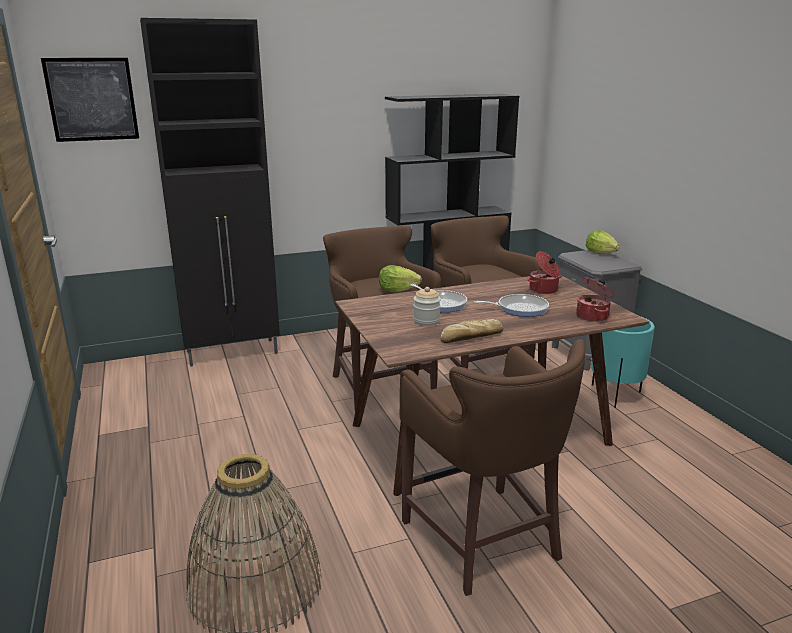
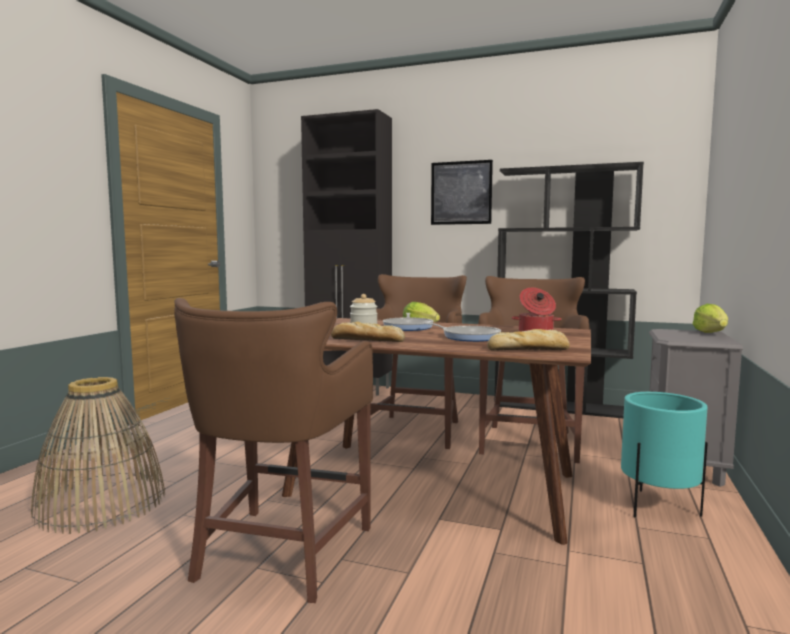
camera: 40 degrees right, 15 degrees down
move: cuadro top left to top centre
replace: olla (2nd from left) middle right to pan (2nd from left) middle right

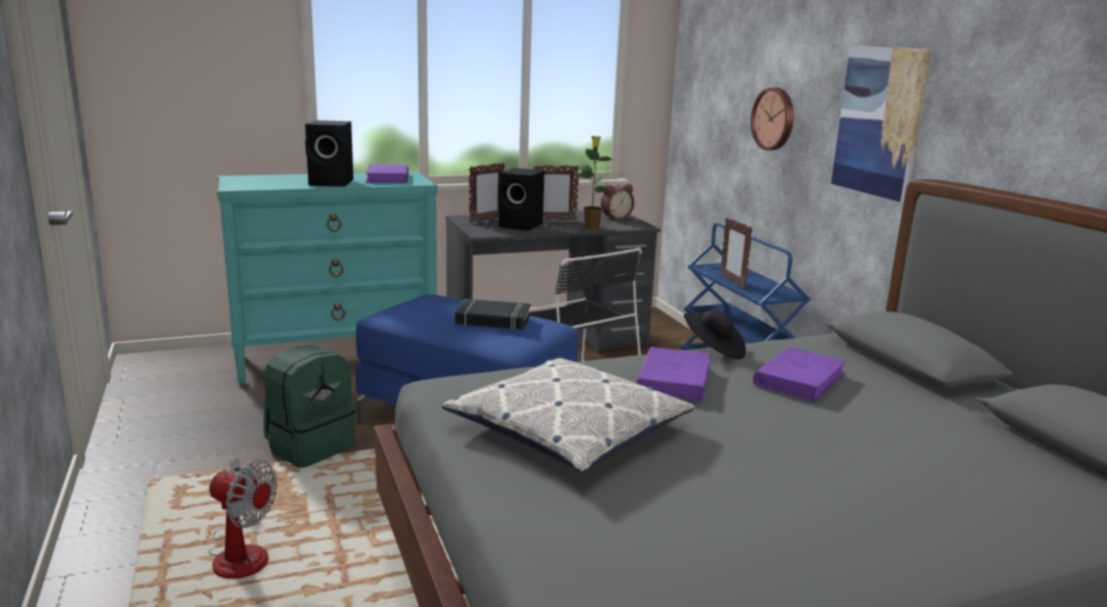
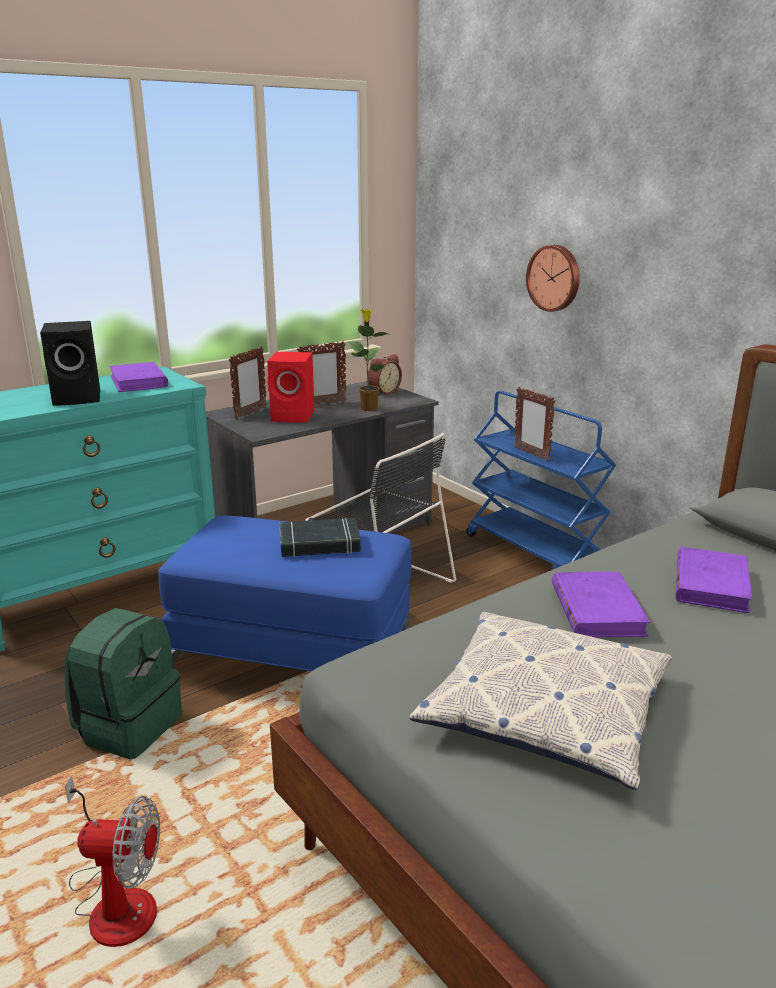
camera: 15 degrees left, 5 degrees up
delete: sombrero (negro) centre; cuadro top right
recolor: altavoz (negro) (2nd from left) top centre to altavoz (rojo) centre

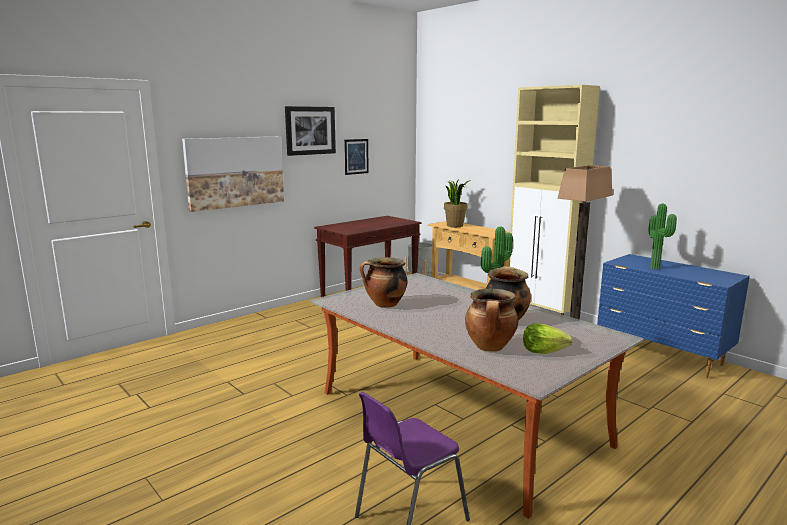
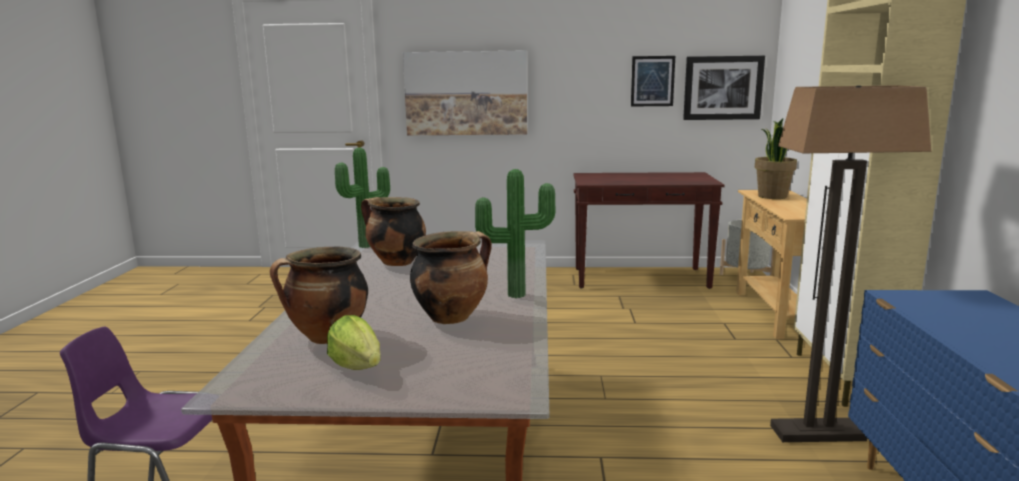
camera: 45 degrees right, 0 degrees up
move: cuadro (2nd from left in the first image) top centre to cuadro (3rd from left) top right; planta en maceta (3rd from left in the first image) middle right to planta en maceta (1st from left) centre

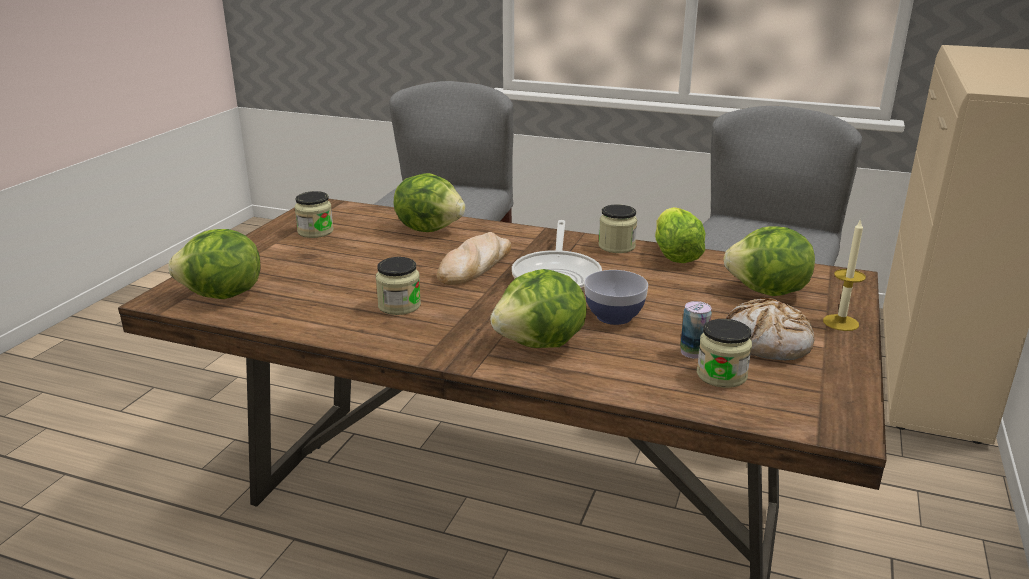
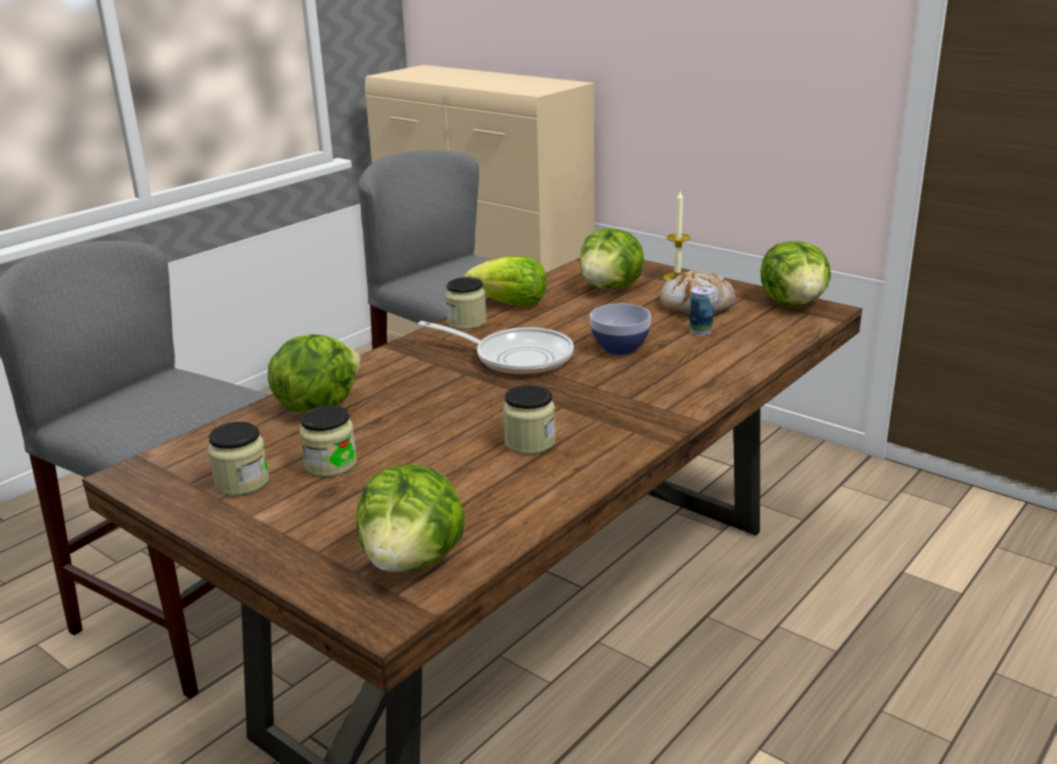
camera: 70 degrees left, 0 degrees up
delete: pan (1st from left) centre
move: lechuga (3rd from left in the first image) centre to lechuga (5th from left) middle right; tarro (4th from left in the first image) middle right to tarro (2nd from left) middle left

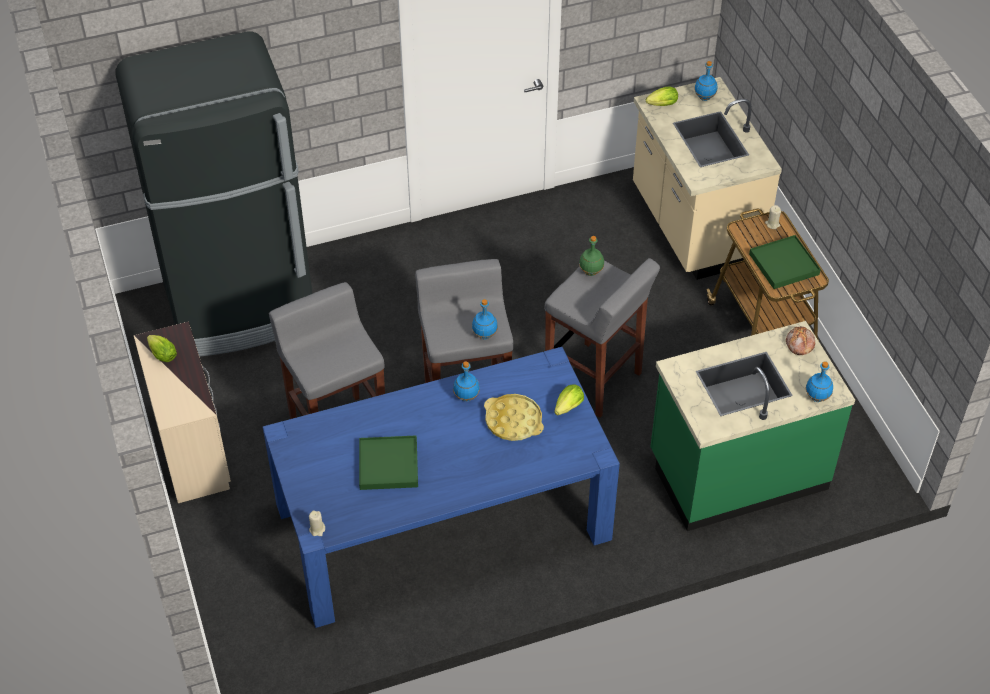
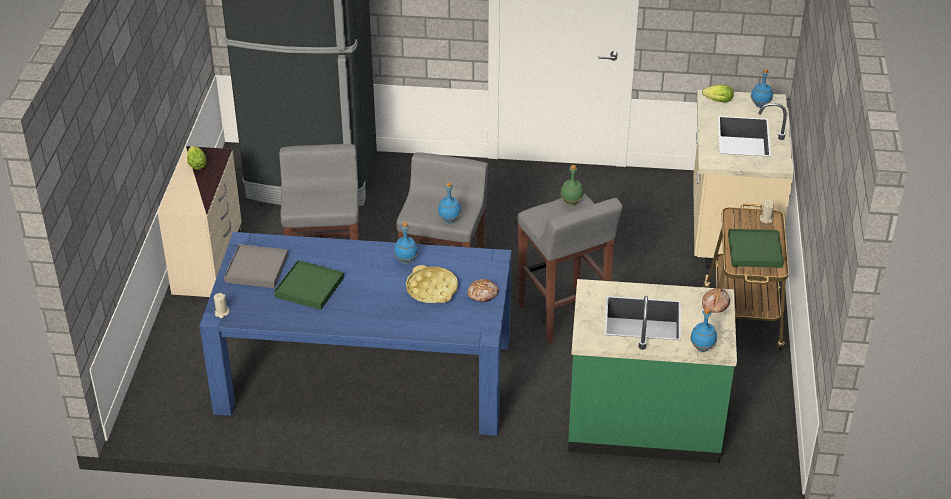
camera: 25 degrees right, 10 degrees down
insert: bandeja (gris) middle left
replace: lechuga (2nd from left) centre to pan (1st from left) centre

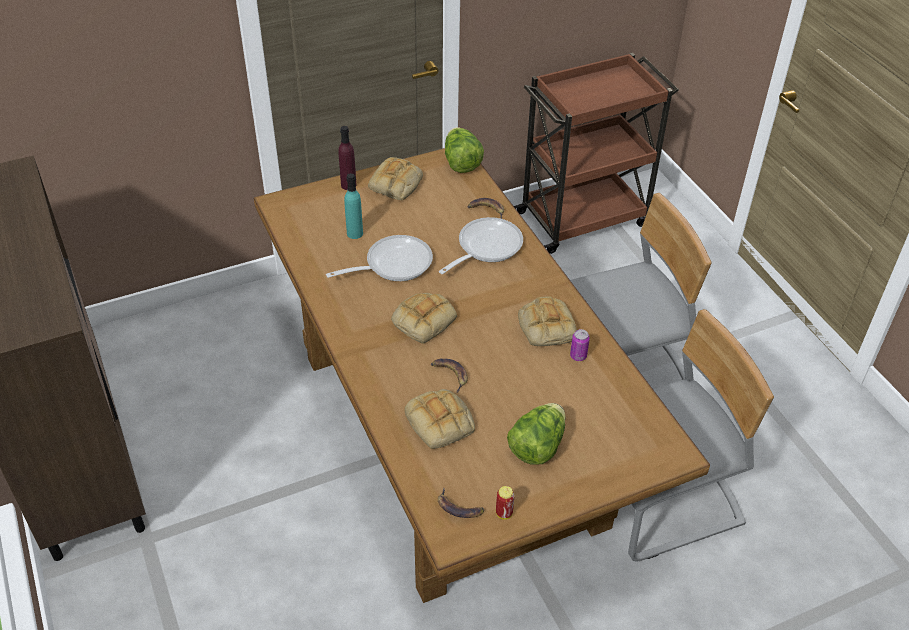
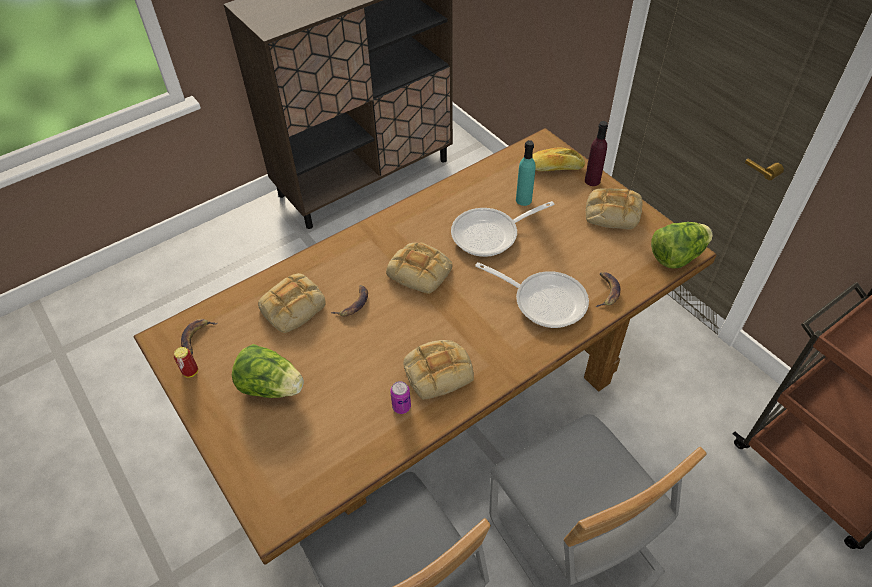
camera: 80 degrees right, 5 degrees up
insert: pan (4th from left) top centre
rotate: sartén (1st from left) centre = centre 105 degrees clockwise

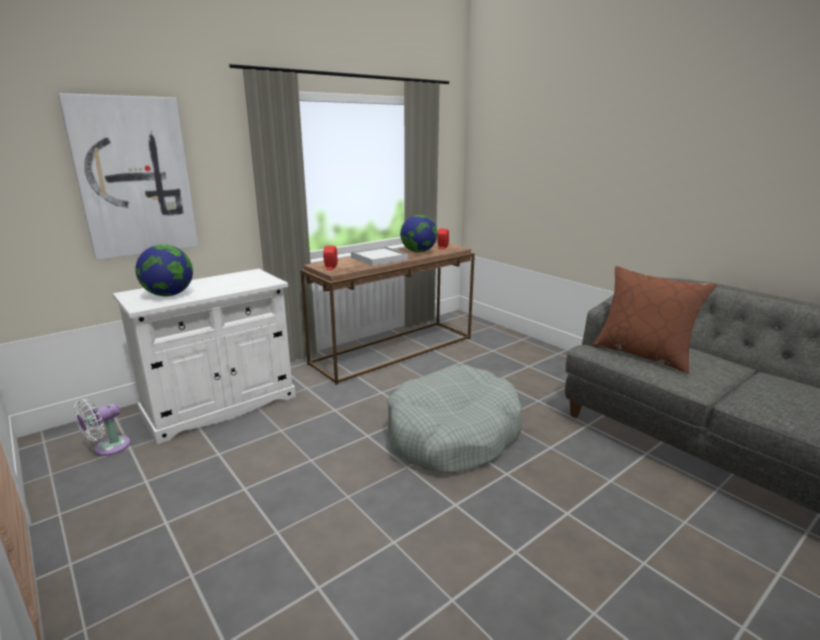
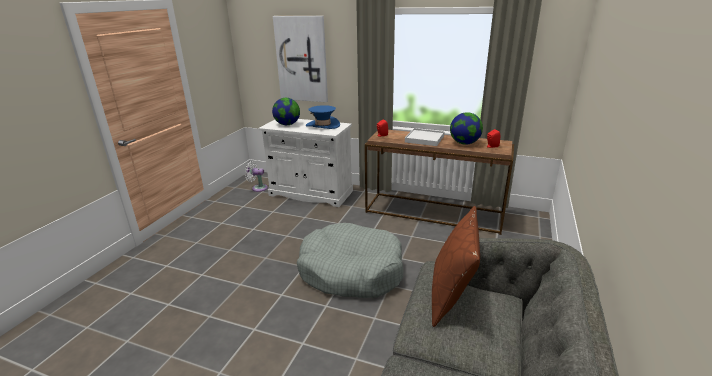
camera: 60 degrees right, 5 degrees up
insert: sombrero (azul) top centre

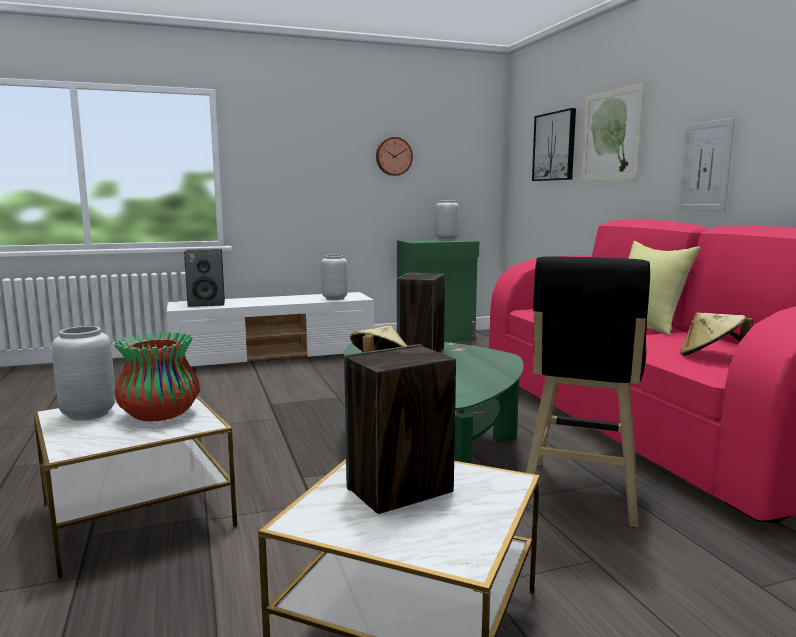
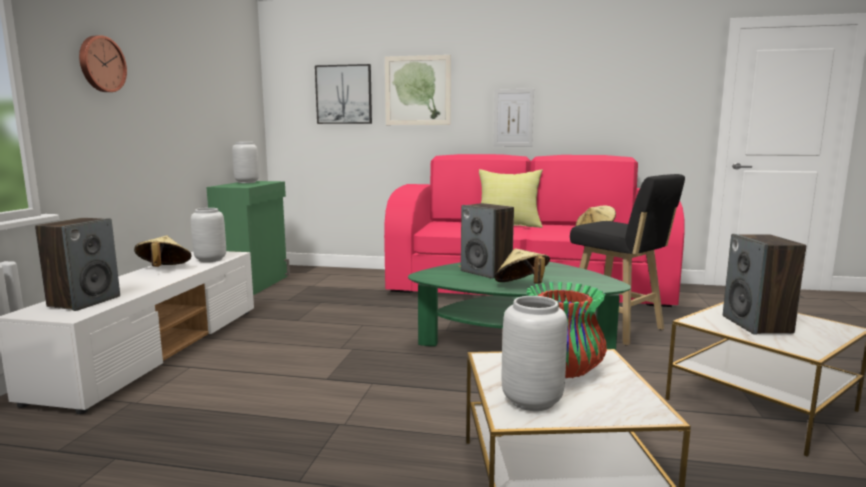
camera: 60 degrees left, 0 degrees up
insert: sombrero (beis) (1st from left) middle left
move: reloj de pared top centre to top left

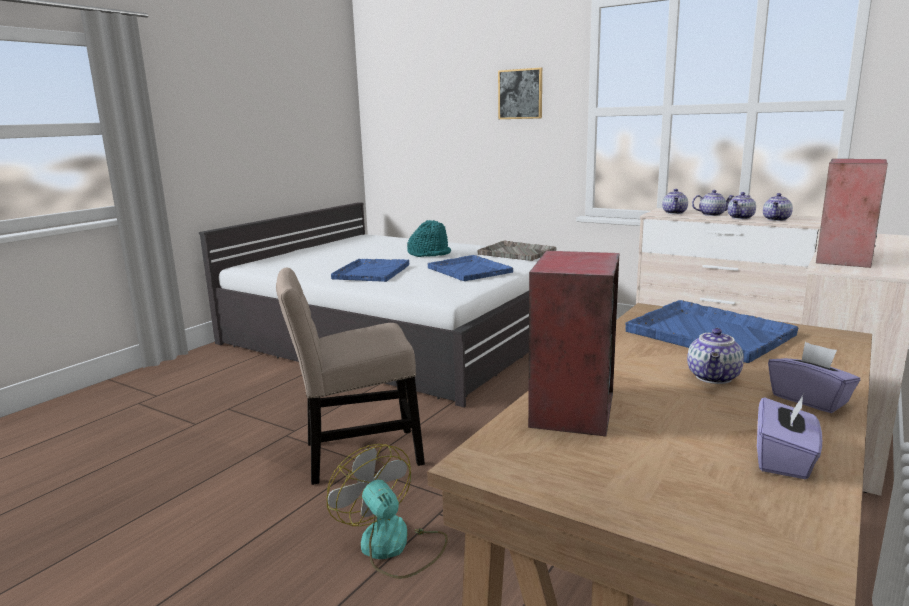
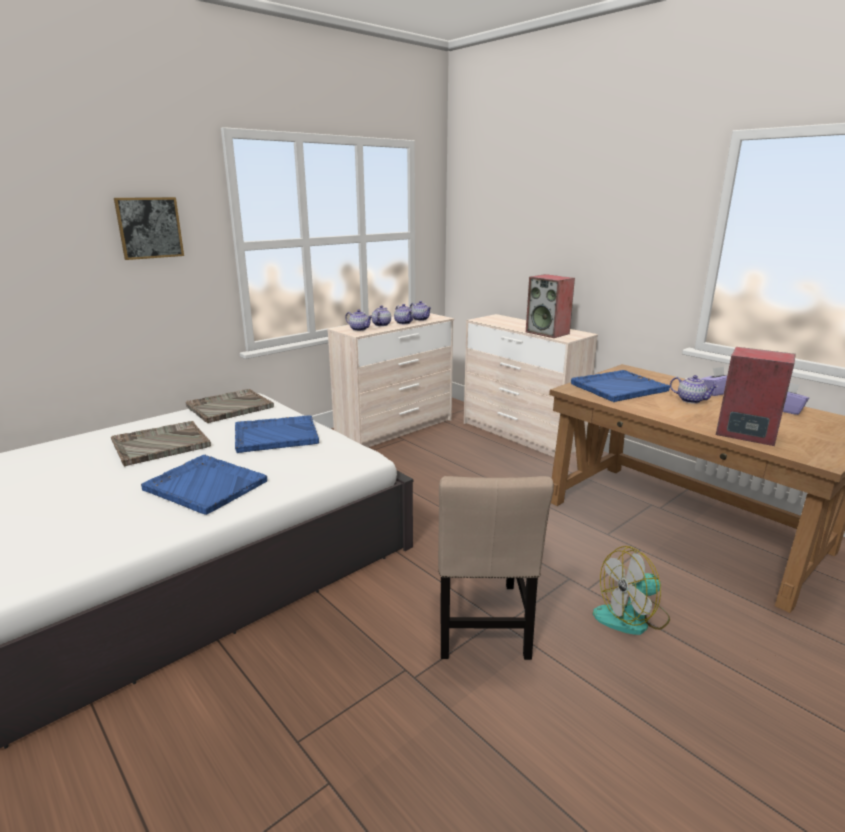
camera: 75 degrees left, 5 degrees up
replace: sombrero (turquesa) centre to bandeja (gris) (1st from left) middle left

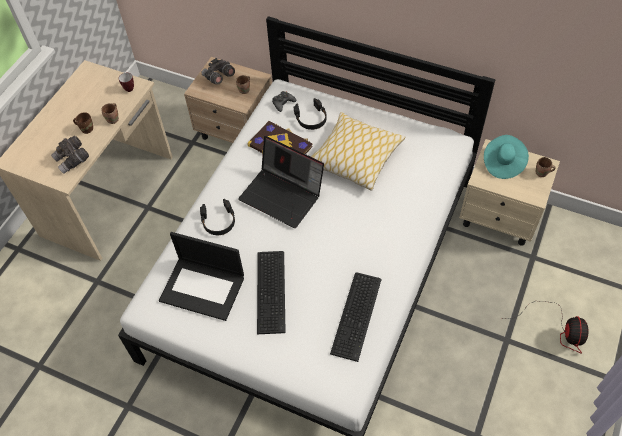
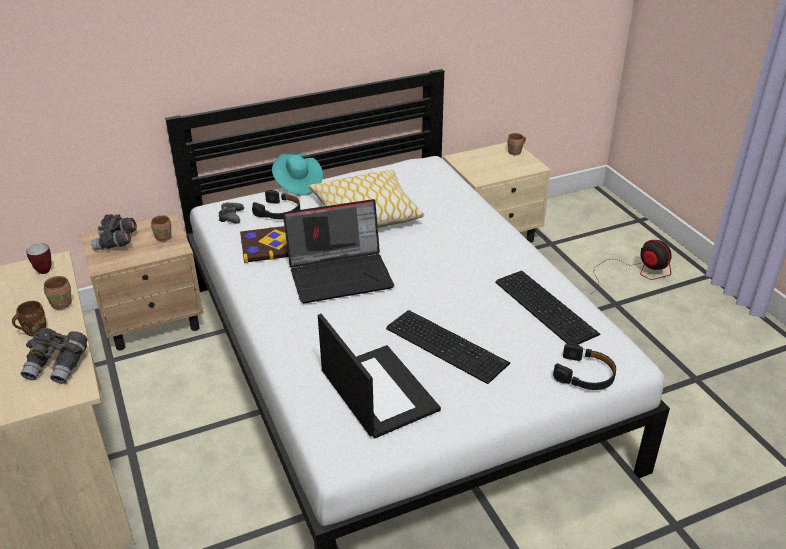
camera: 50 degrees left, 20 degrees down
move: auriculares (negro) (1st from left in the first image) centre to auriculares (negro) (2nd from left) bottom right; sombrero (turquesa) middle right to top centre
rotate: portátil (1st from left in the first image) middle left = bottom centre 90 degrees counterclockwise

